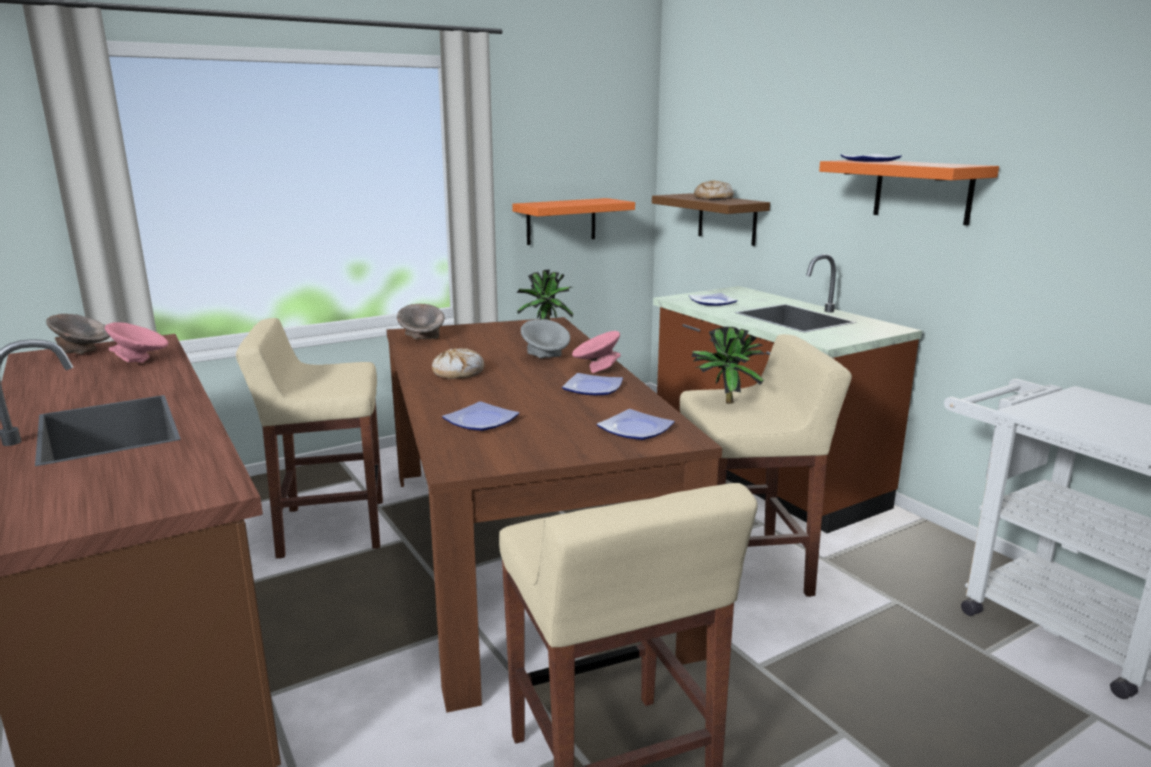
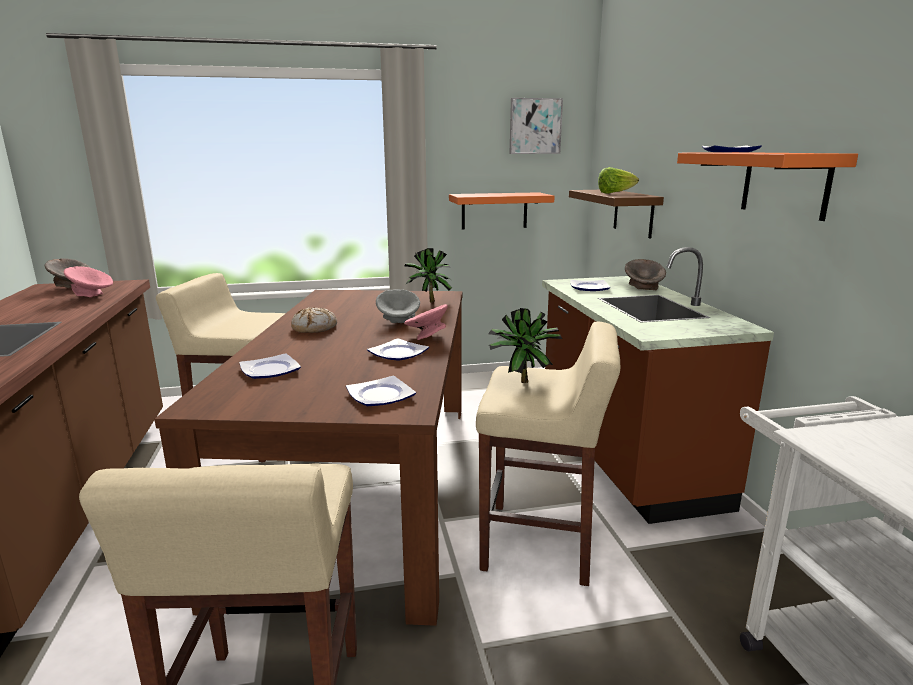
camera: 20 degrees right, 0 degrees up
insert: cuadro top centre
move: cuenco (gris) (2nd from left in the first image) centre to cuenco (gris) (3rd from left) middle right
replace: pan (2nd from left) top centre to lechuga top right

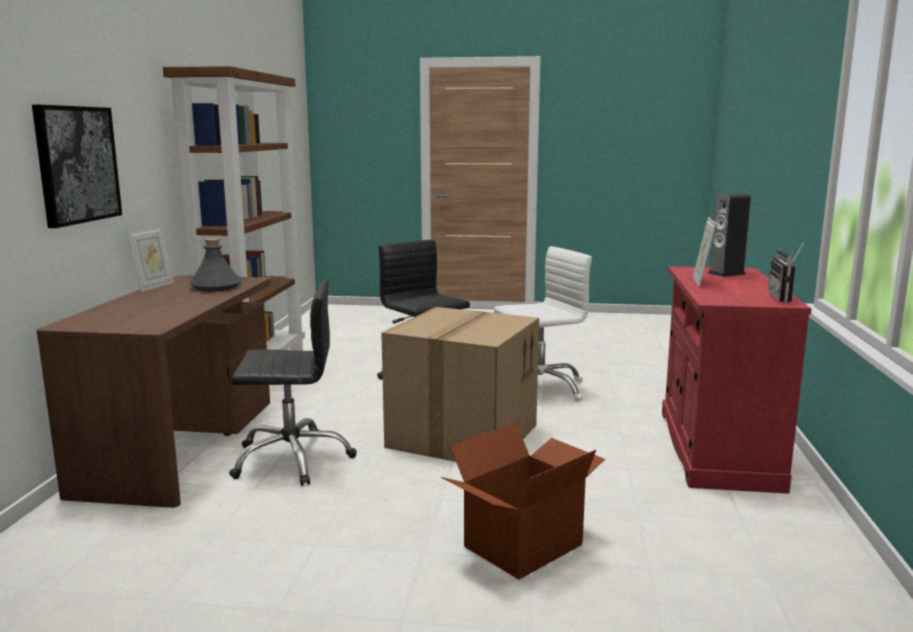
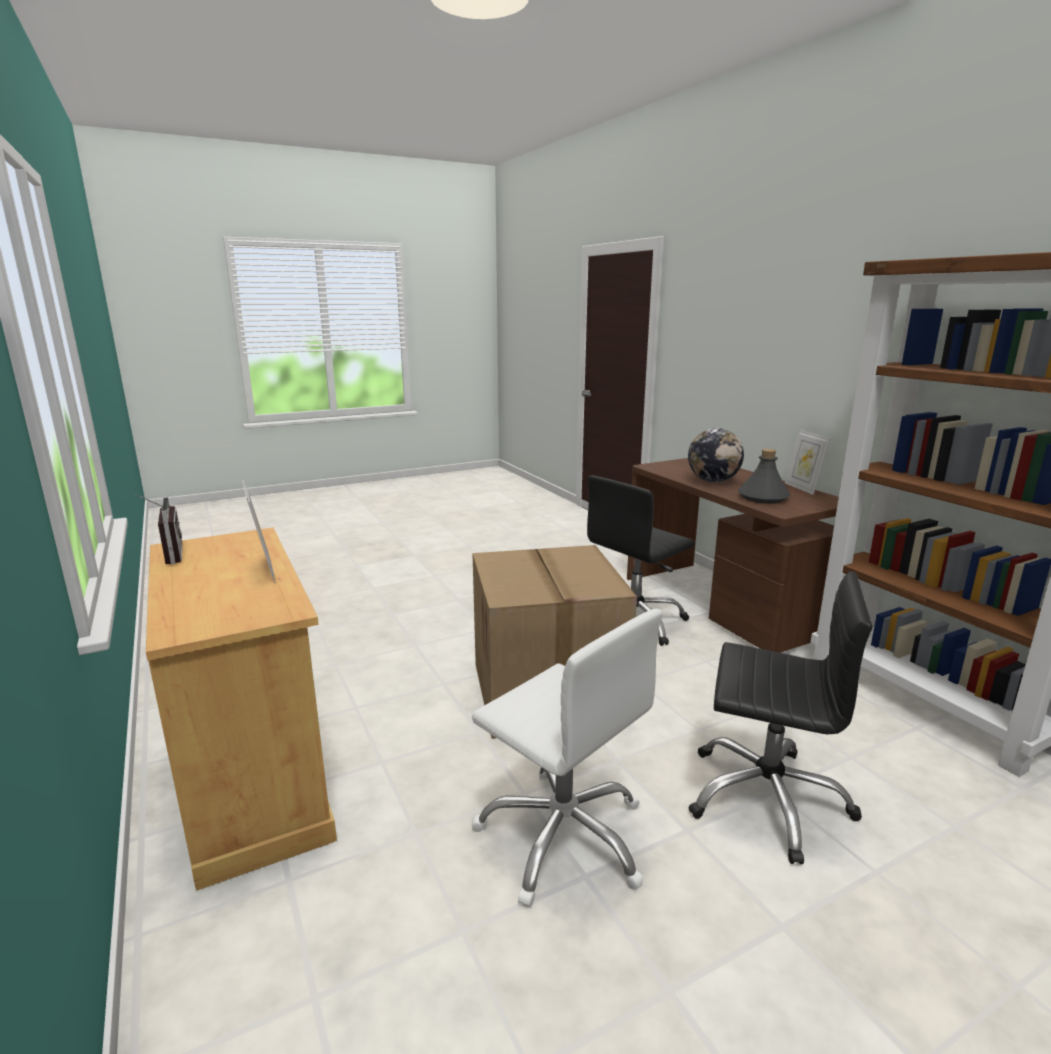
camera: 145 degrees right, 5 degrees up
delete: cuadro top left; caja de cartón (2nd from left) bottom centre; altavoz middle right
insert: globo terráqueo middle right
recolor: armario (rojo) middle right to armario (beis) bottom left
rotate: silla de oficina (blanco) centre = bottom centre 75 degrees counterclockwise

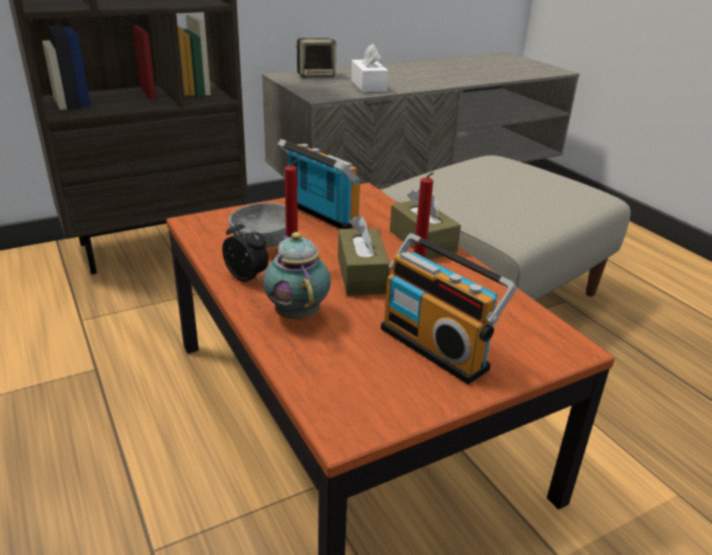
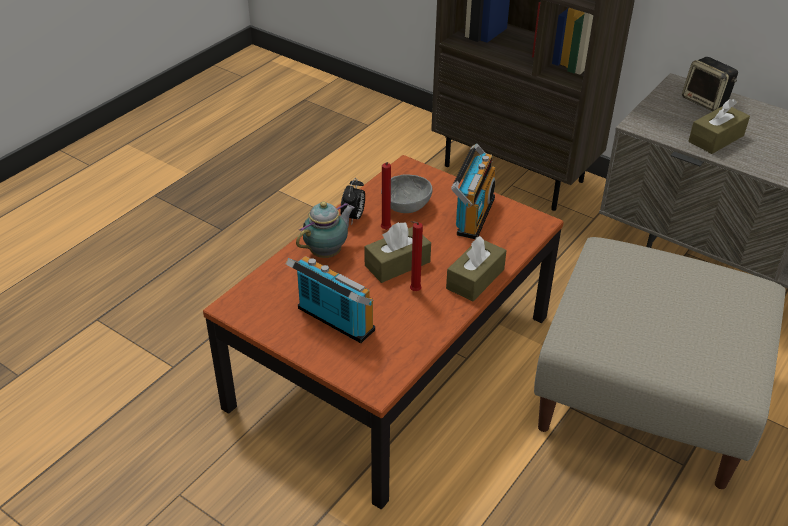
camera: 65 degrees right, 10 degrees up
recolor: caja de pañuelos (blanco) top centre to caja de pañuelos (marrón) (3rd from left) top right
rotate: radio (2nd from left in the first image) centre = centre 105 degrees clockwise

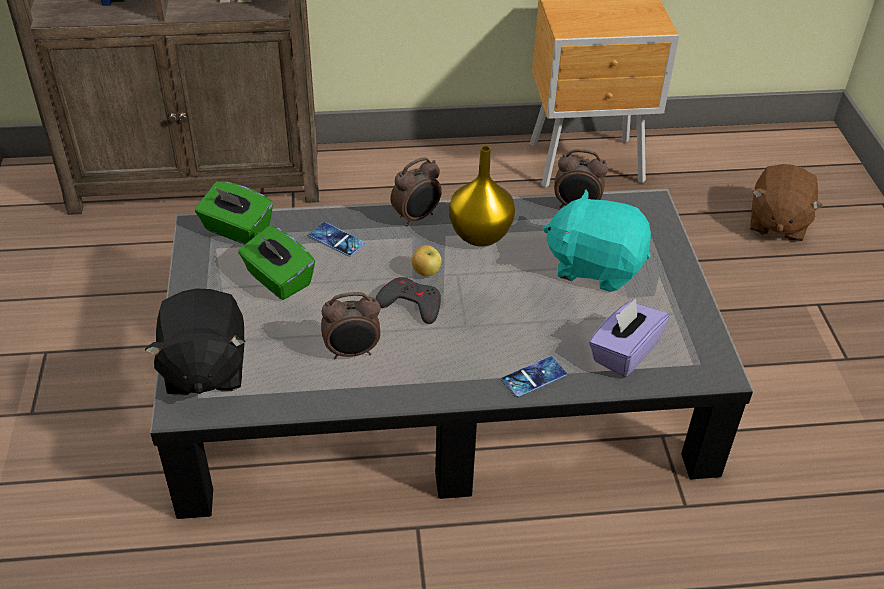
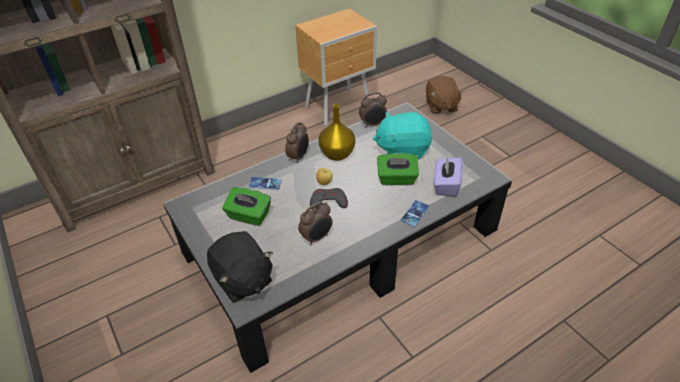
camera: 25 degrees left, 0 degrees up
move: caja de pañuelos (verde) (1st from left in the first image) middle left to caja de pañuelos (verde) (2nd from left) centre

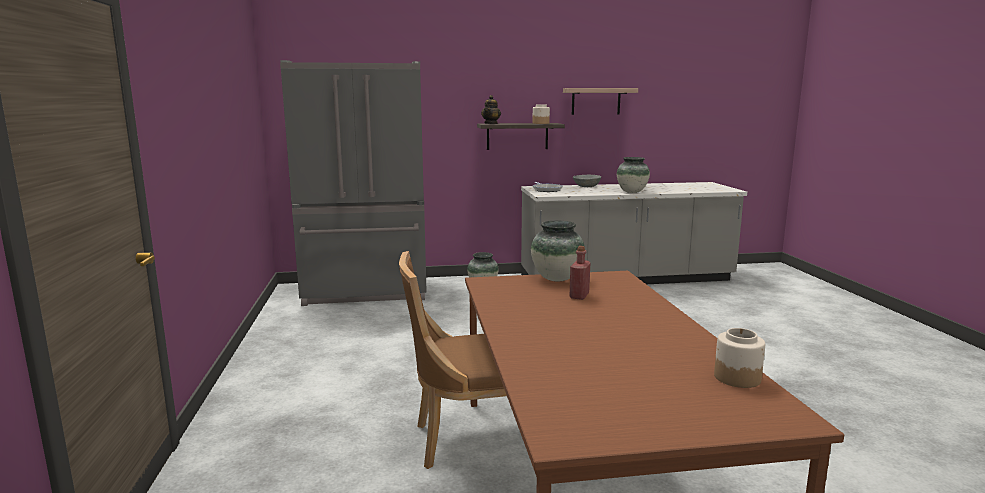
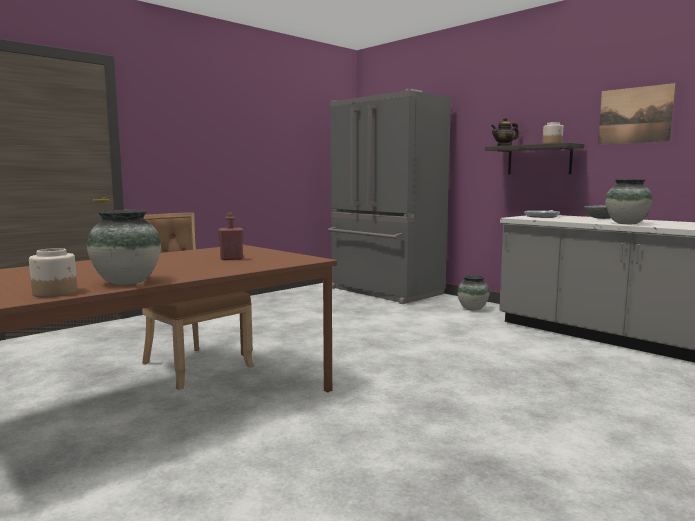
camera: 55 degrees right, 5 degrees down
move: florero (2nd from left in the first image) centre to florero (1st from left) middle left
replace: estante (2nd from left) top centre to cuadro top right

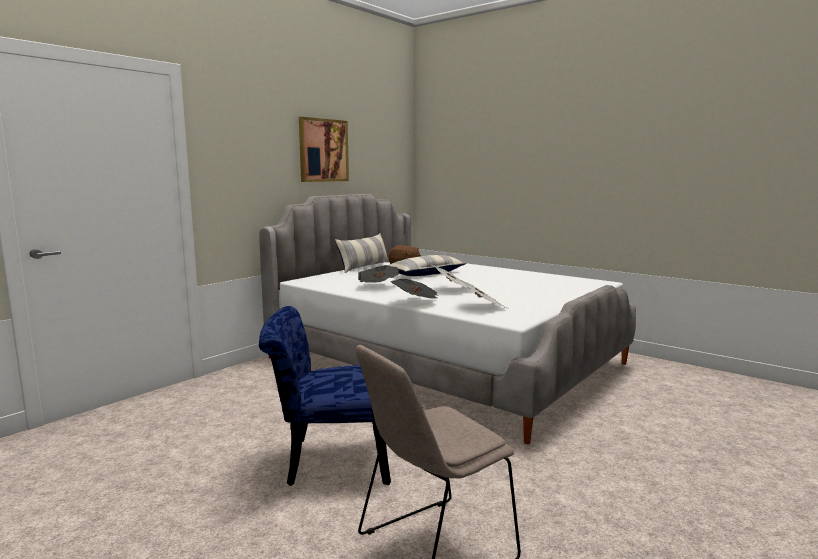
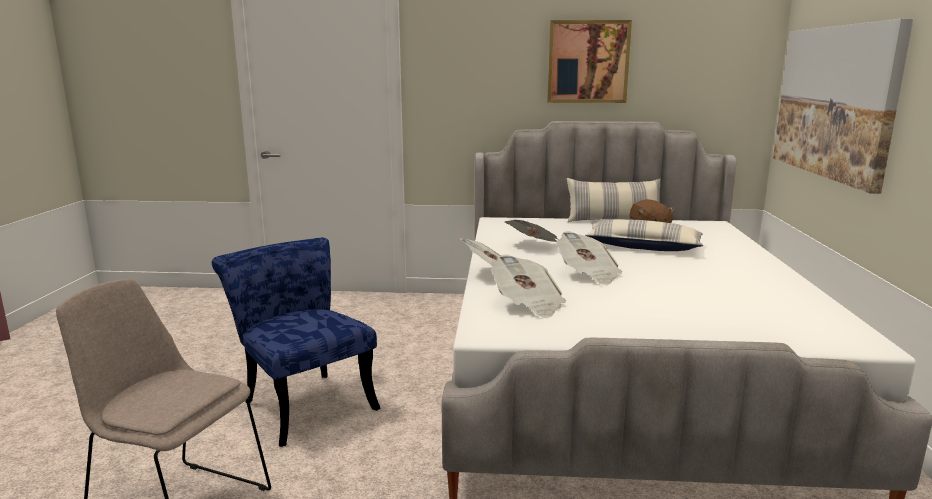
camera: 55 degrees right, 5 degrees up
insert: cuadro (2nd from left) top right

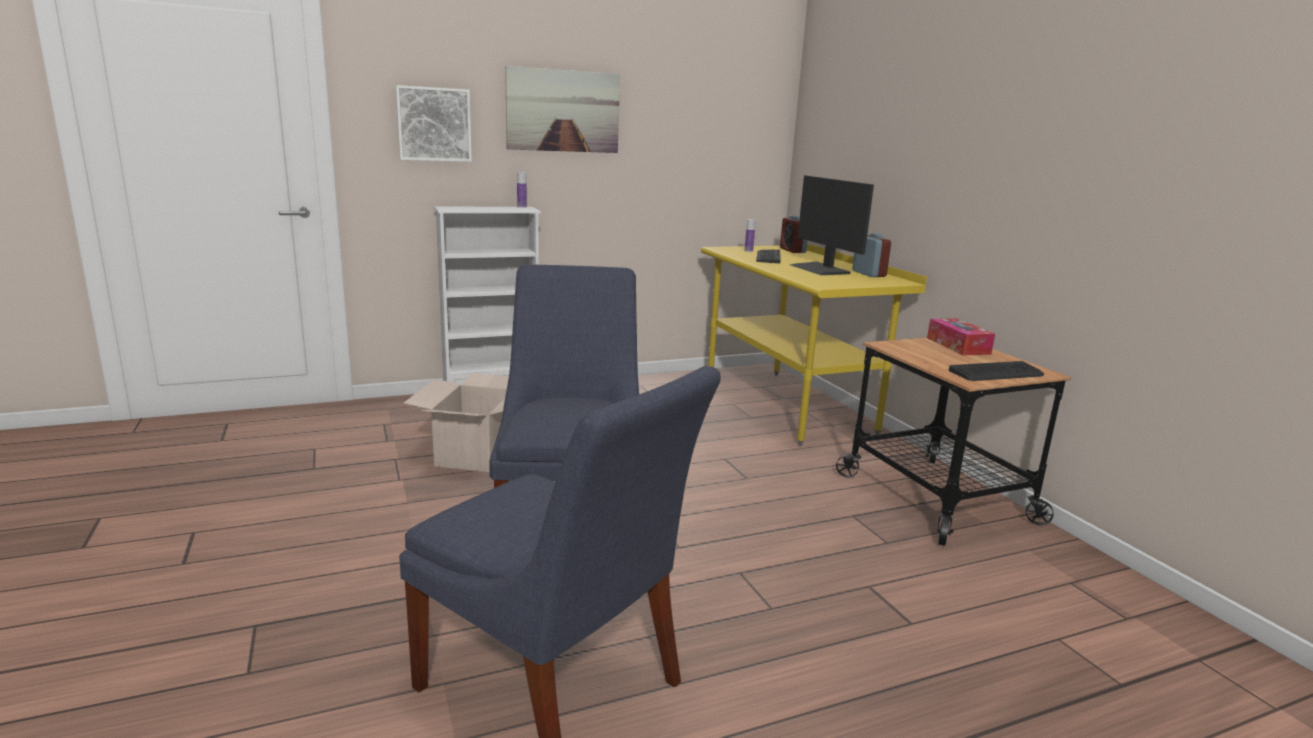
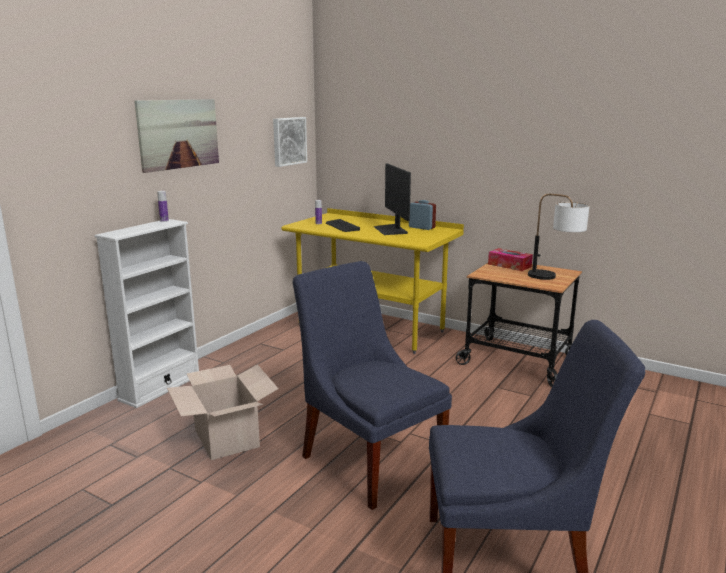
camera: 35 degrees left, 0 degrees up
delete: despertador (1st from left) top centre
move: cuadro (1st from left in the first image) top left to cuadro (2nd from left) top centre
replace: teclado (2nd from left) middle right to lámpara de mesa middle right
rotate: monitor top centre = centre 45 degrees clockwise

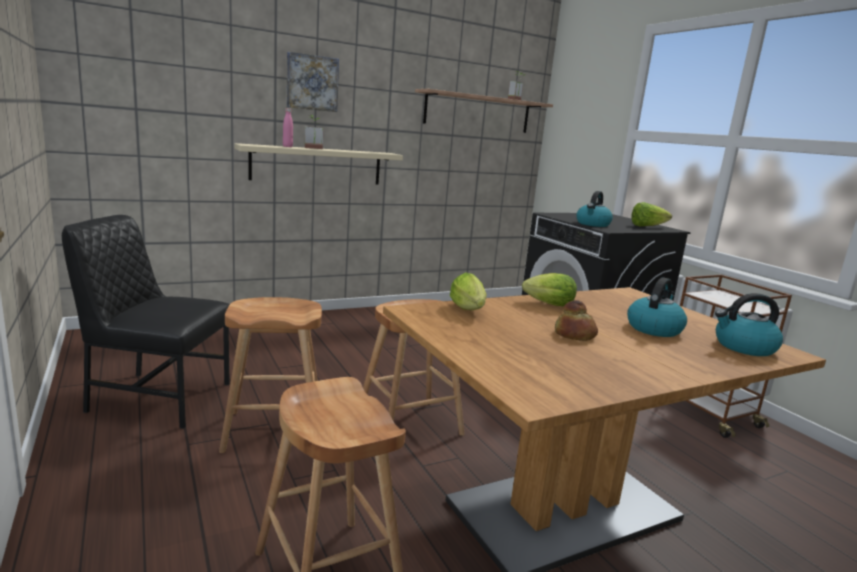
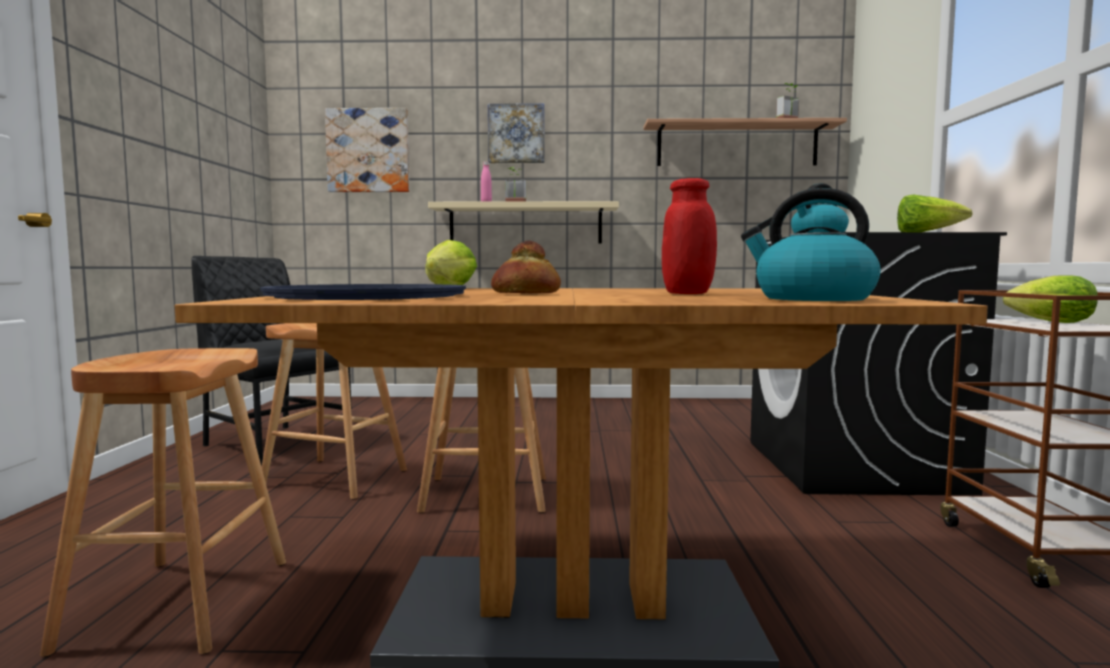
camera: 30 degrees right, 10 degrees down
insert: bandeja (azul) middle left; cuadro (1st from left) top left
move: lechuga (2nd from left in the first image) centre to lechuga (3rd from left) middle right
replace: hervidor (2nd from left) middle right to tarro (rojo) centre

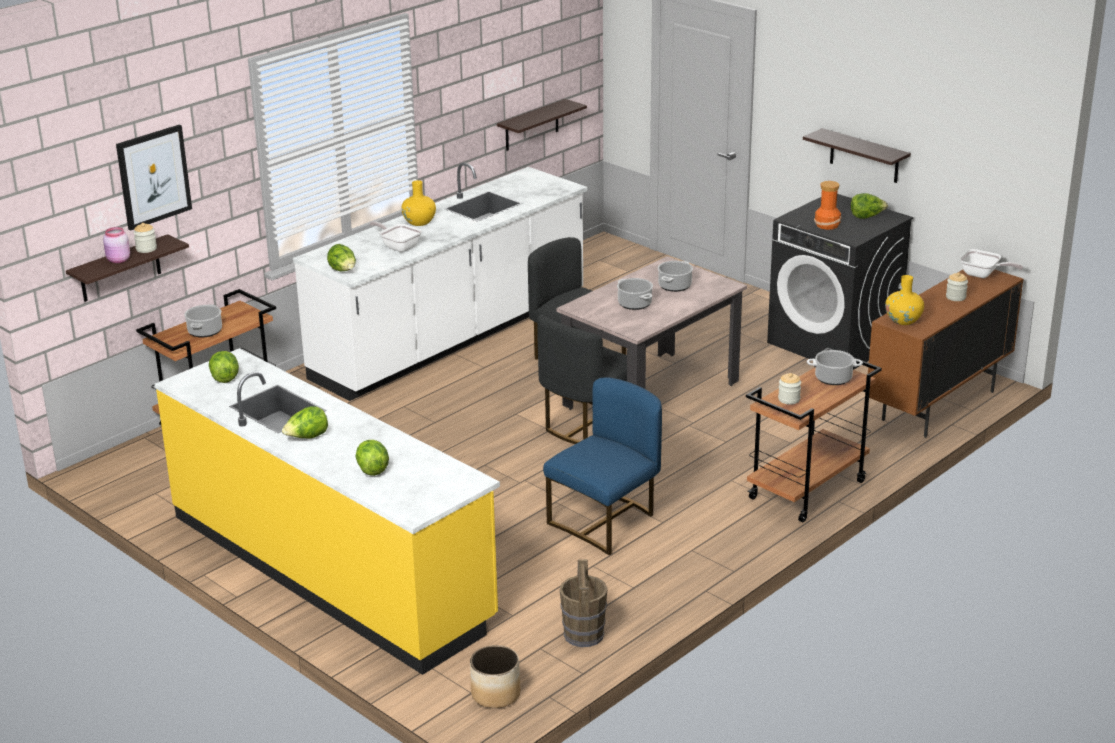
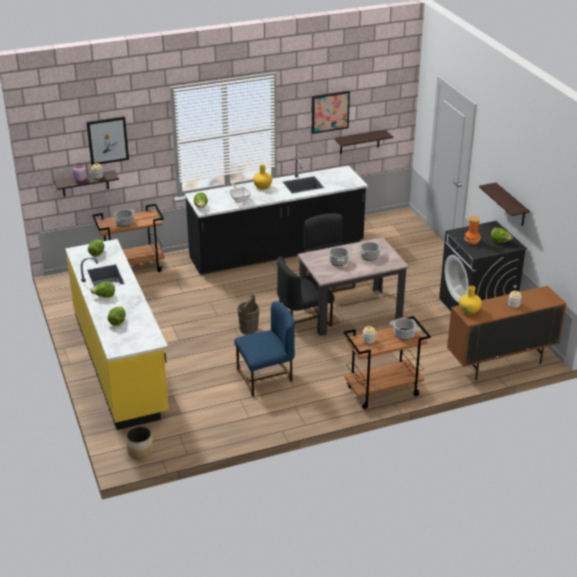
camera: 25 degrees right, 5 degrees up
delete: sartén (2nd from left) middle right
insert: cuadro (2nd from left) top centre
move: cubo (marrón) bottom centre to centre
recolor: mueble bajo de cocina (blanco) centre to mueble bajo de cocina (negro) centre

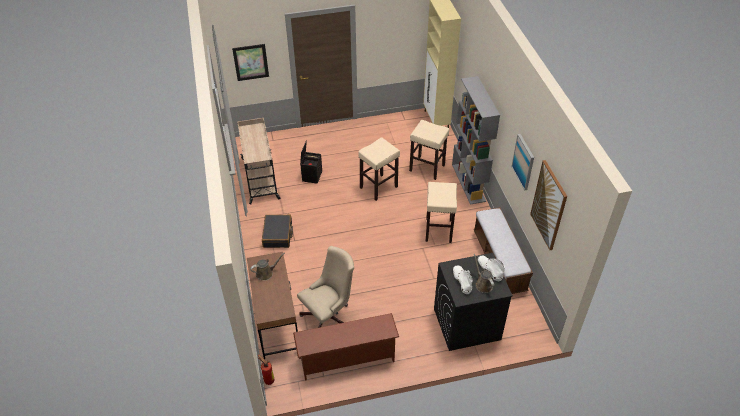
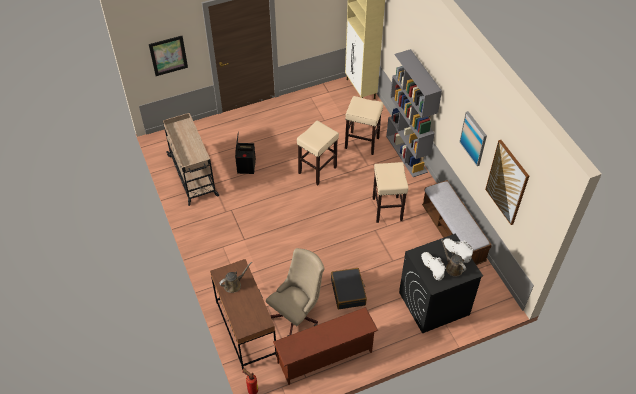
camera: 10 degrees left, 5 degrees up
move: maleta (negro) centre to bottom centre

